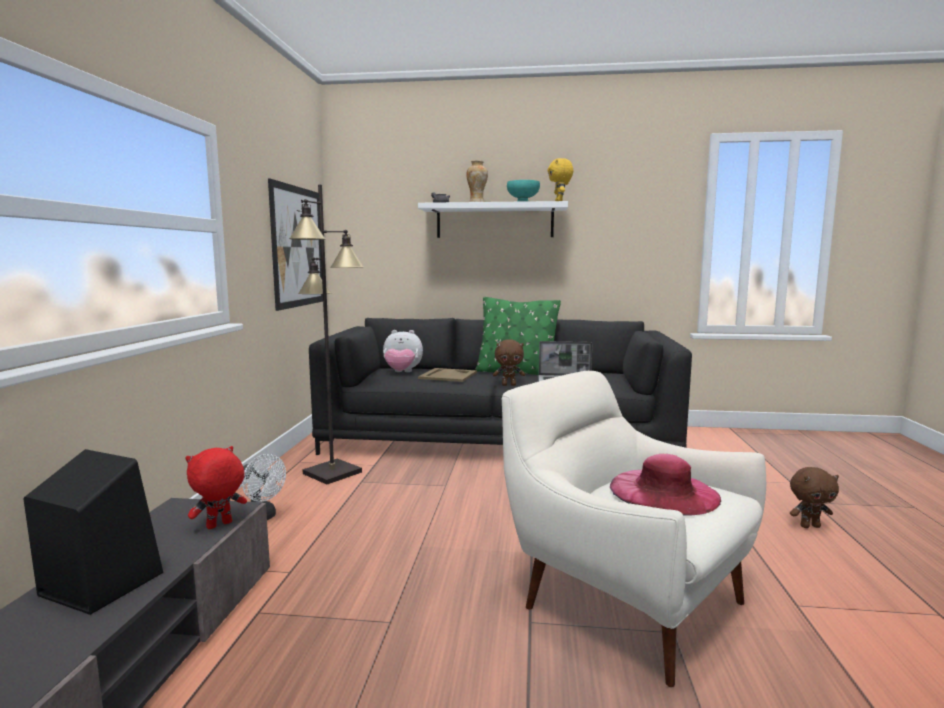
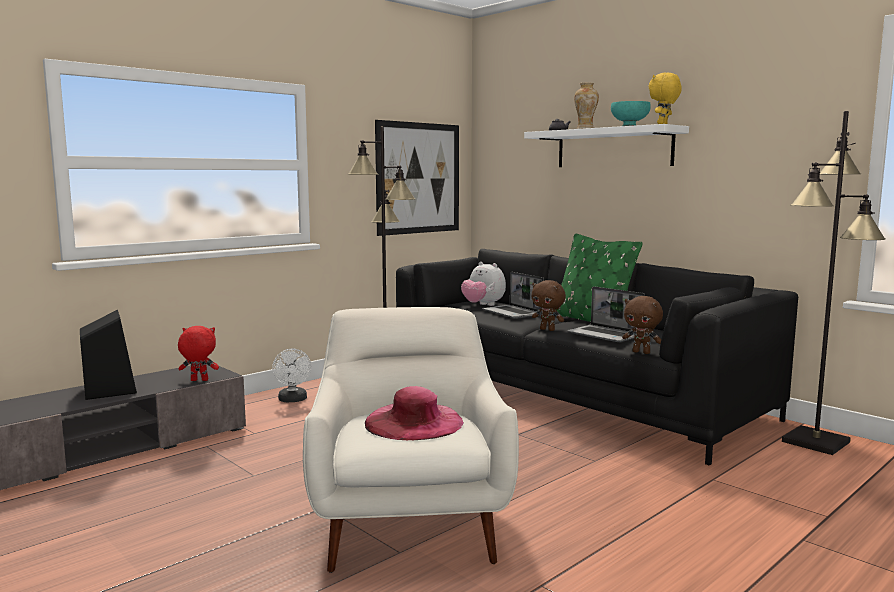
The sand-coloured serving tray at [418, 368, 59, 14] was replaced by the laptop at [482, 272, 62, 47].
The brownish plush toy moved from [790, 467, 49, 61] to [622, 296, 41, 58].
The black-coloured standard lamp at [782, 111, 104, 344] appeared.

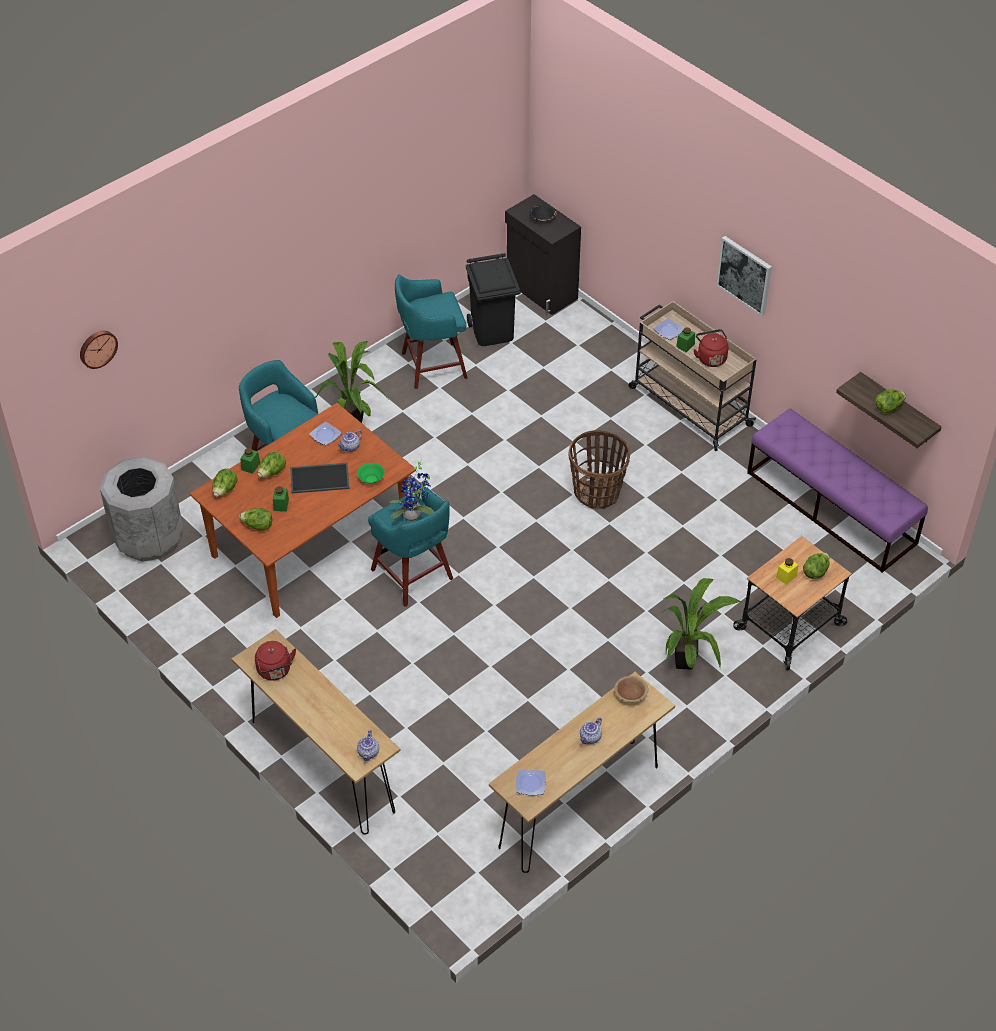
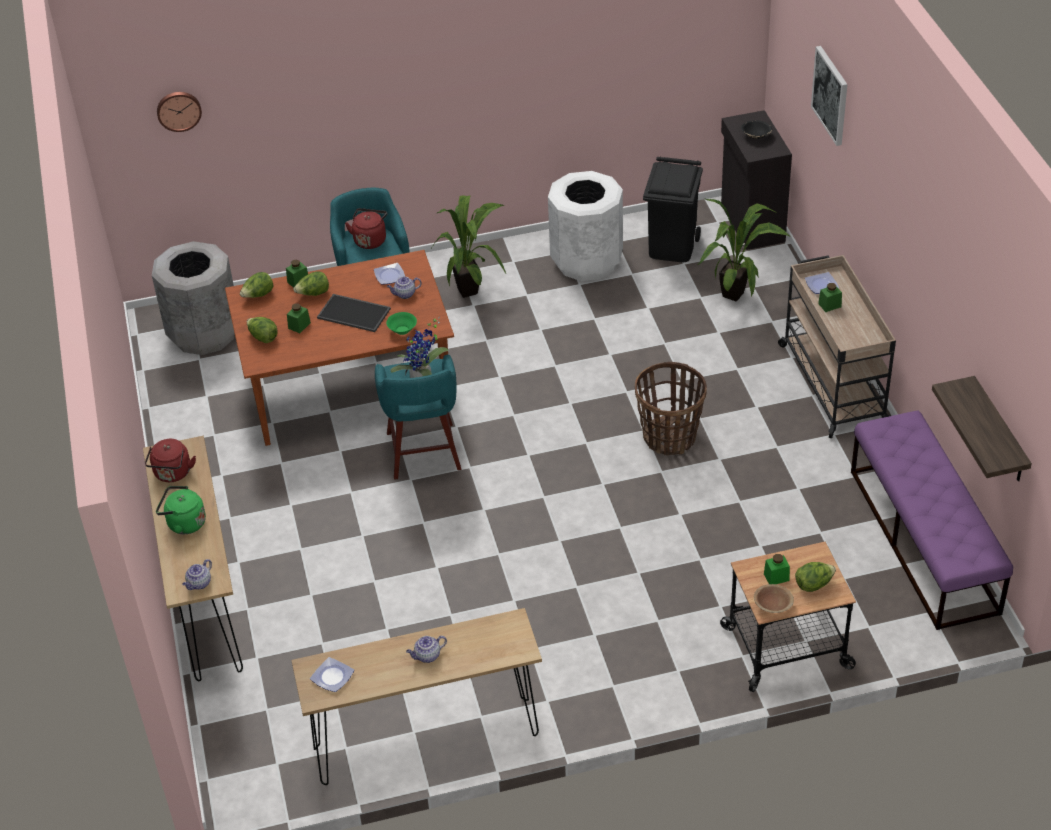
The greenish tea kettle at [156, 486, 50, 48] appeared.
The red-coloured tea kettle moved from [694, 329, 34, 38] to [345, 208, 43, 41].
The turquoise-coloured stool seat at [395, 275, 72, 114] was replaced by the white-coloured waste bin at [548, 171, 75, 110].
The plant in a pot moved from [661, 578, 80, 92] to [698, 199, 91, 102].
The brownish bowl moved from [614, 676, 35, 26] to [754, 584, 40, 29].
The yellowish storage jar at [776, 558, 22, 27] became the greenish storage jar at [764, 554, 26, 30].
The wall art moved from [716, 236, 56, 80] to [811, 46, 36, 100].
The lettuce at [875, 390, 31, 23] disappeared.

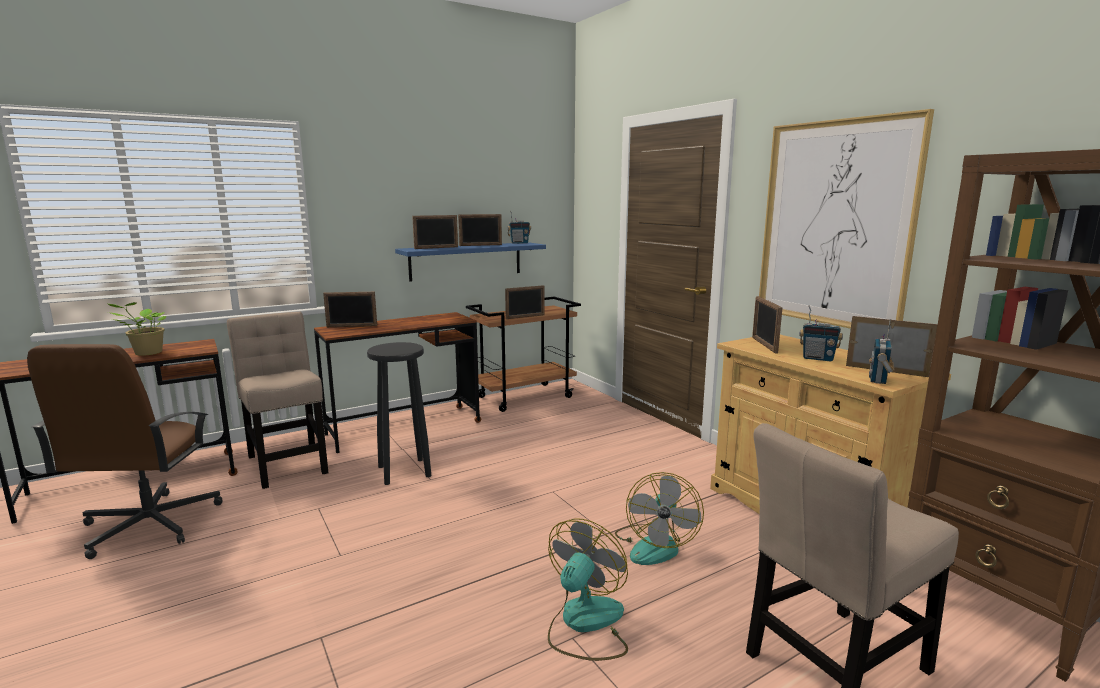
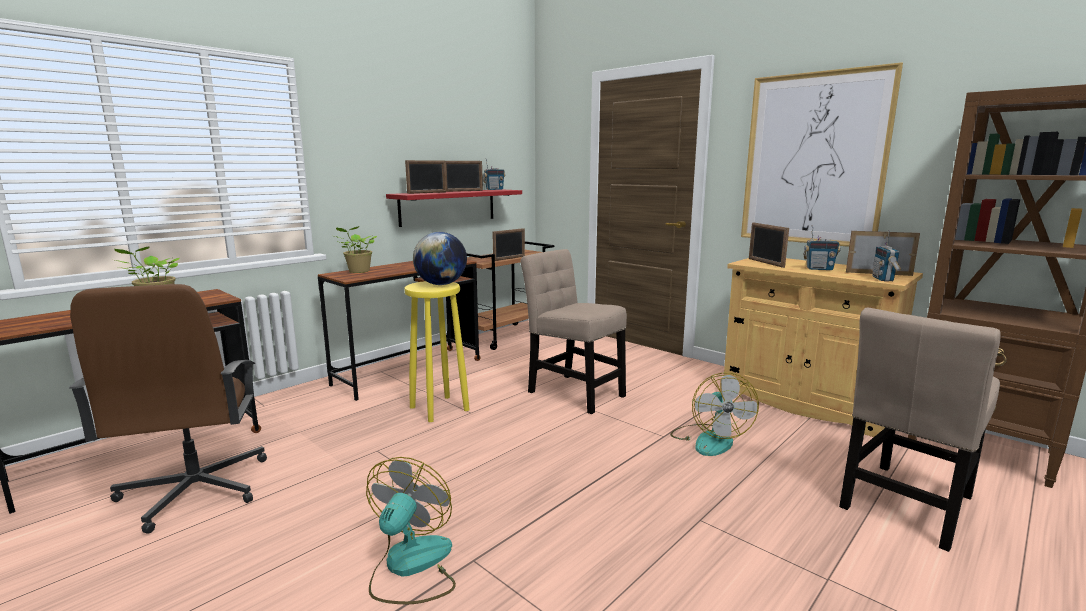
The picture frame at [323, 292, 54, 36] was replaced by the plant in a pot at [335, 226, 42, 47].
The electric fan moved from [548, 518, 80, 143] to [366, 457, 90, 147].
The bluish bracket shelf at [395, 242, 151, 40] became the red-coloured bracket shelf at [386, 189, 136, 38].
The black-coloured stool seat at [367, 342, 64, 143] became the yellowish stool seat at [404, 281, 66, 141].
The desk globe at [413, 232, 54, 53] appeared.
The sand-coloured upright chair moved from [227, 312, 101, 177] to [520, 249, 107, 165].

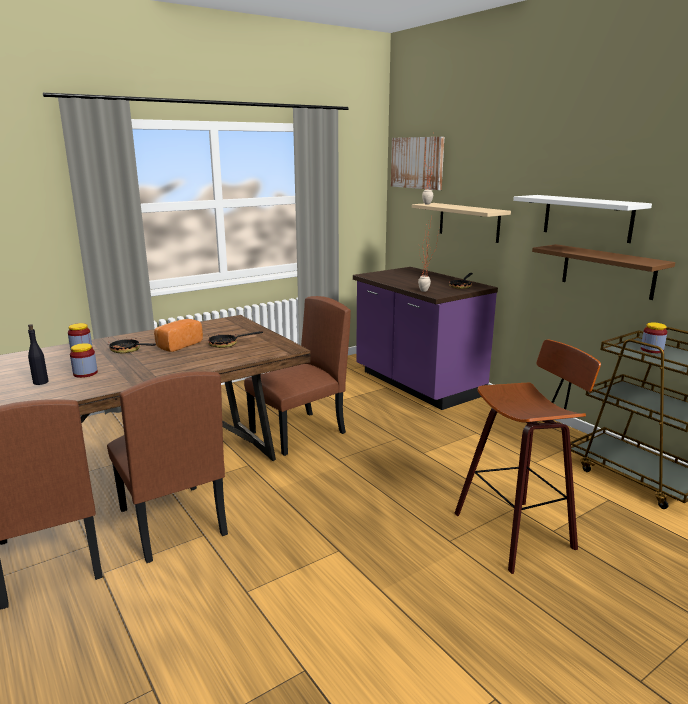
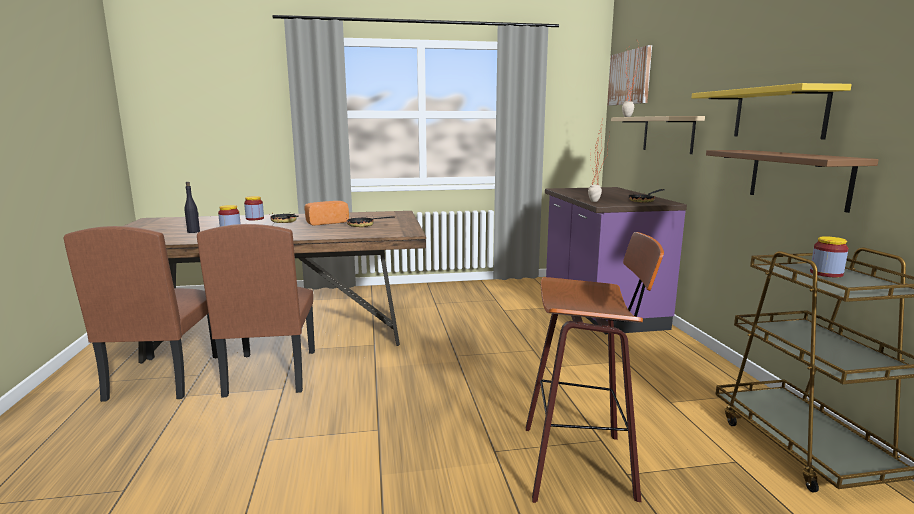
The white-coloured bracket shelf at [513, 195, 139, 48] became the yellowish bracket shelf at [692, 83, 160, 56].
The brownish upright chair at [244, 296, 107, 160] disappeared.

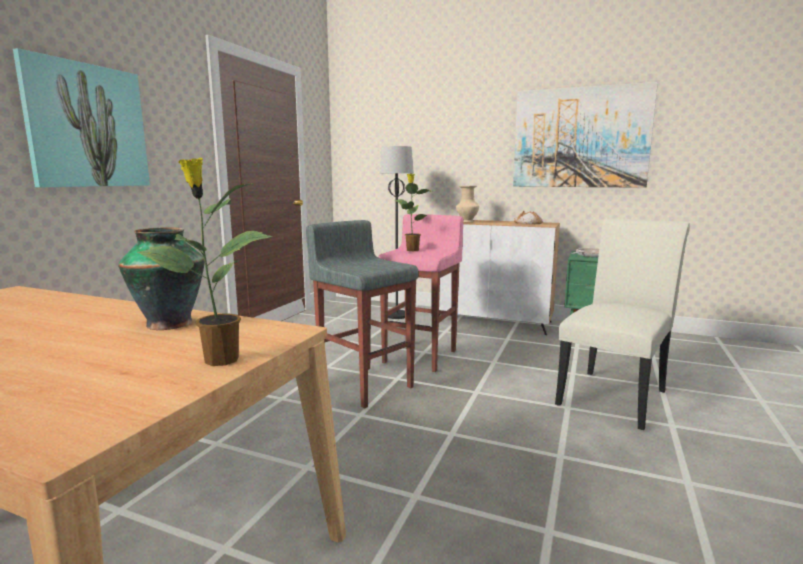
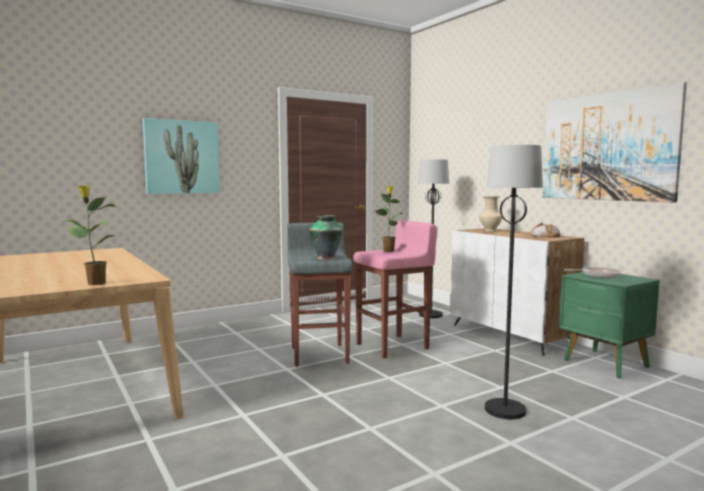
The decorative vase moved from [118, 227, 87, 103] to [309, 215, 34, 45].
The white-coloured upright chair at [555, 218, 135, 212] was replaced by the black-coloured standard lamp at [485, 145, 58, 274].

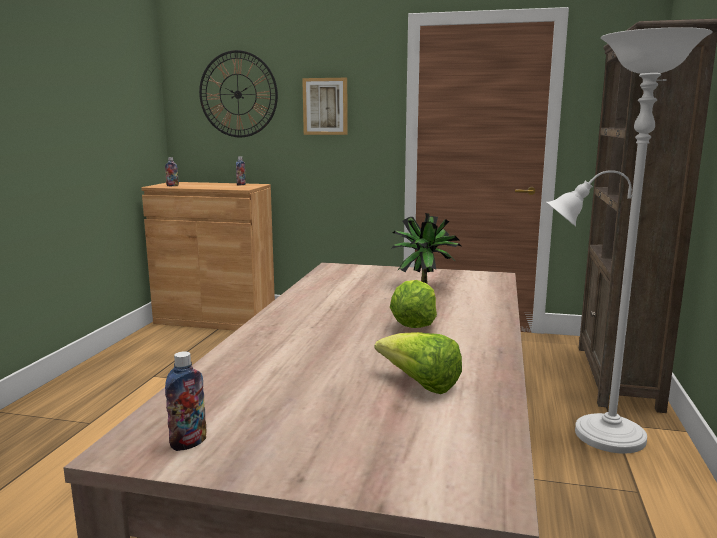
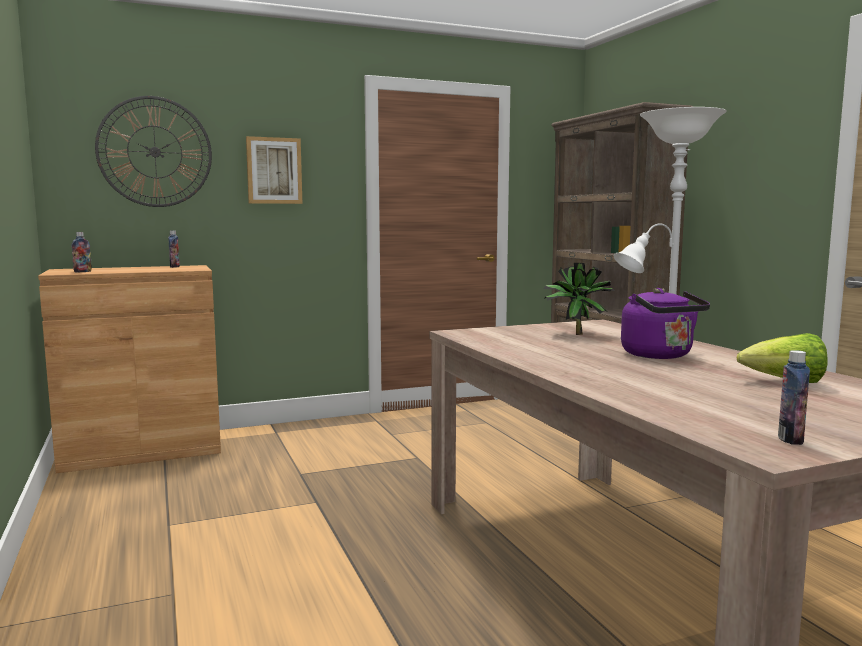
The lettuce at [390, 280, 47, 48] was replaced by the purple tea kettle at [621, 288, 89, 71].

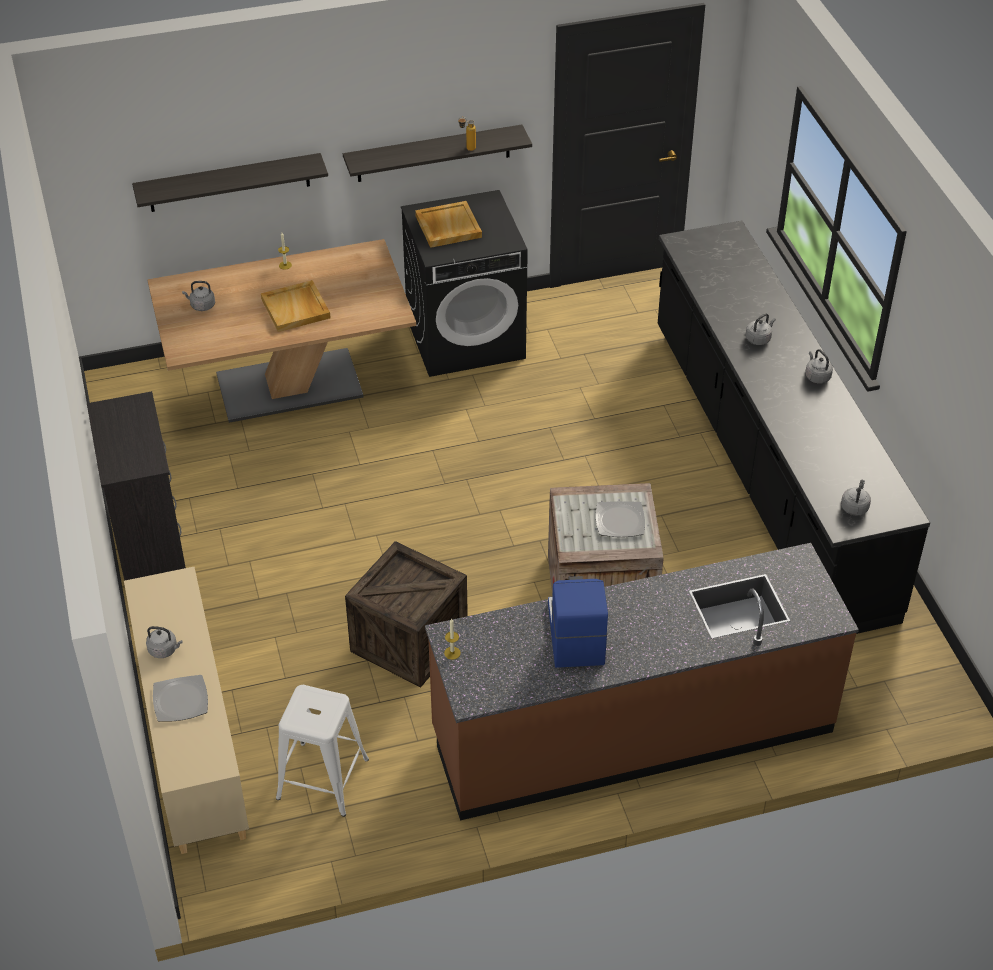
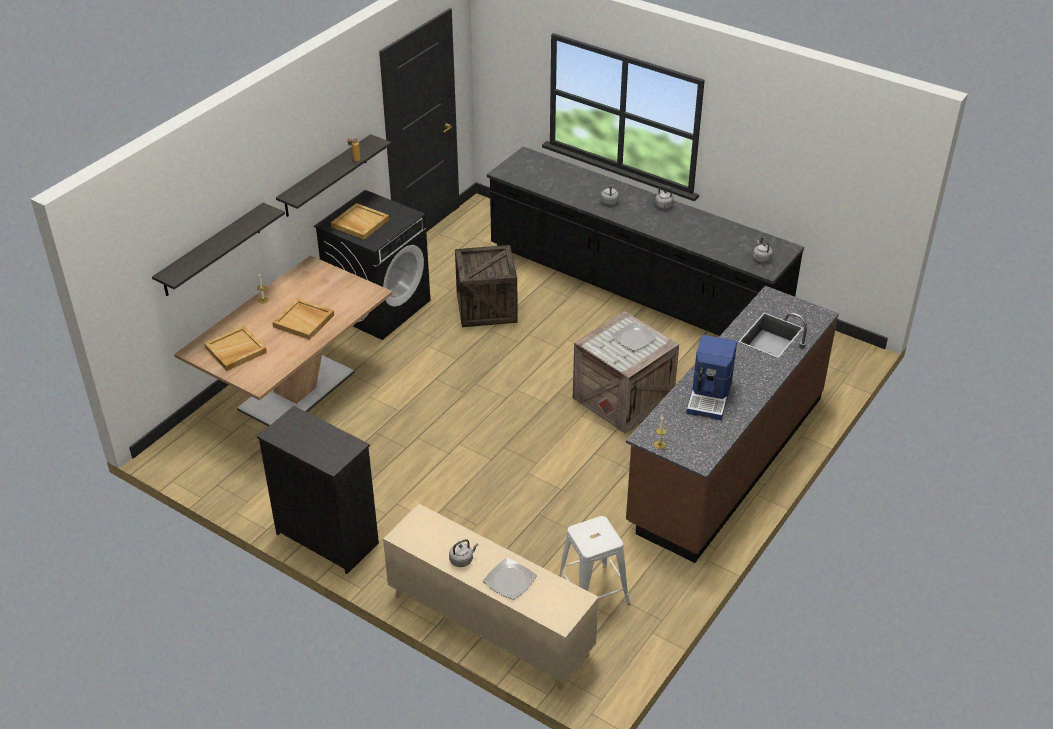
The gray tea kettle at [182, 281, 33, 30] was replaced by the sand-coloured serving tray at [204, 326, 63, 45].
The shipping crate moved from [345, 541, 123, 147] to [455, 245, 63, 82].
The coffee machine at [548, 576, 60, 92] turned 120 degrees counterclockwise.

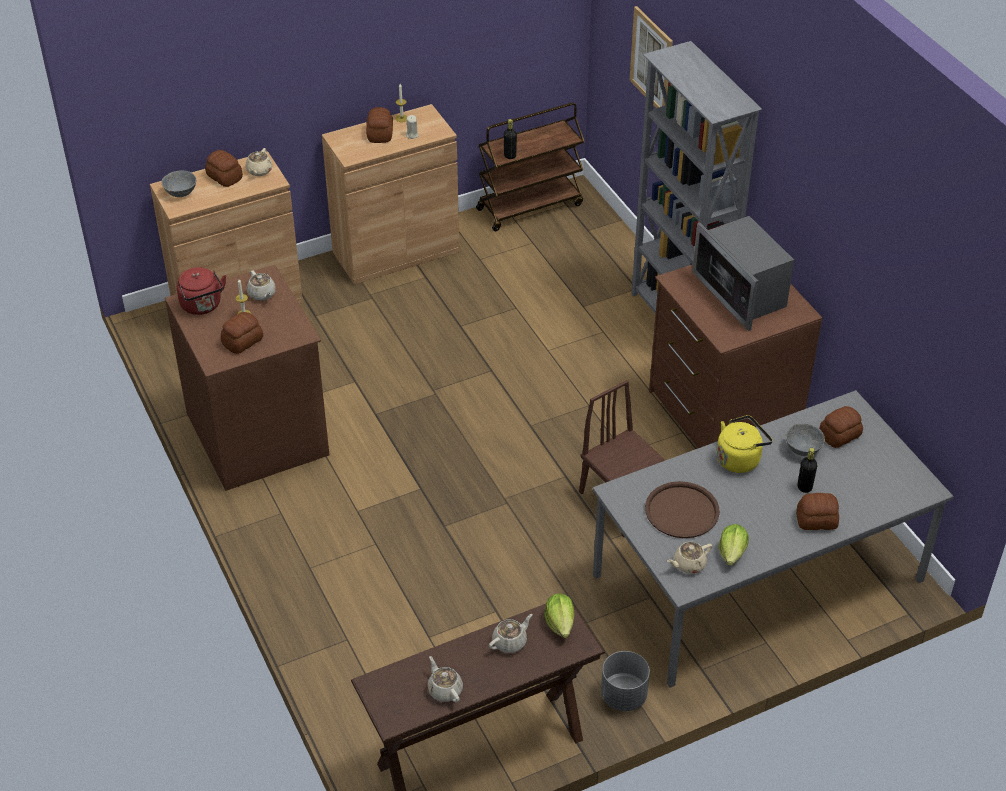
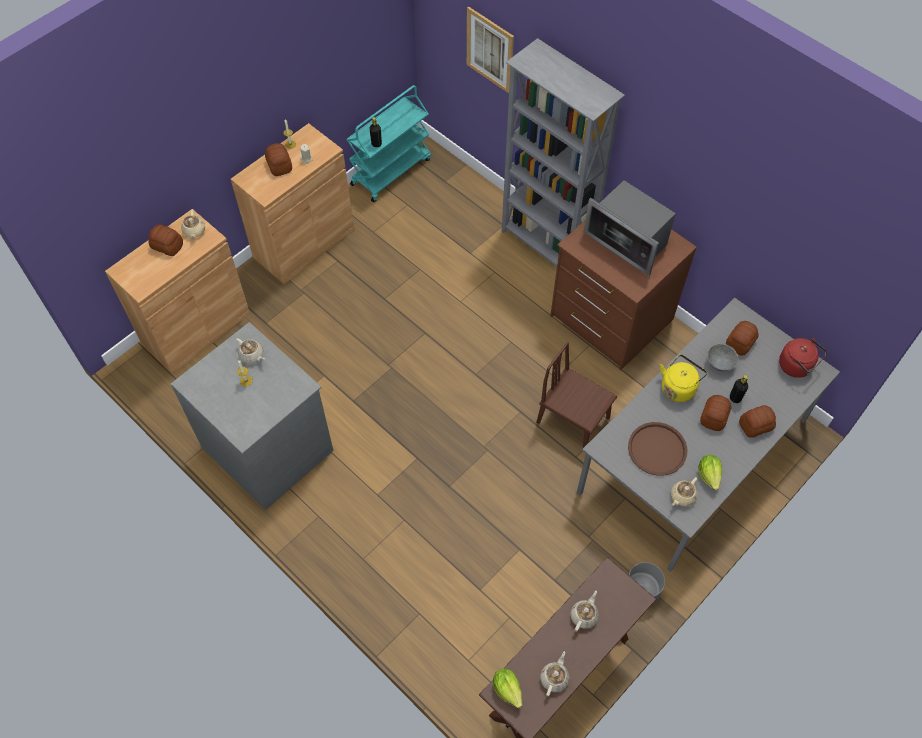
The brownish chest of drawers at [165, 265, 164, 226] became the gray chest of drawers at [171, 322, 162, 188].
The brownish trolley at [476, 102, 109, 129] became the turquoise-coloured trolley at [346, 85, 85, 117].
The lettuce moved from [545, 594, 30, 44] to [493, 669, 29, 40].
The sand-coloured pot for tea at [427, 656, 36, 46] turned 75 degrees clockwise.
The baked bread moved from [221, 312, 42, 42] to [700, 395, 31, 36].
The red-coloured tea kettle moved from [177, 267, 49, 48] to [779, 338, 48, 40].
The gray bowl at [161, 171, 35, 26] disappeared.

